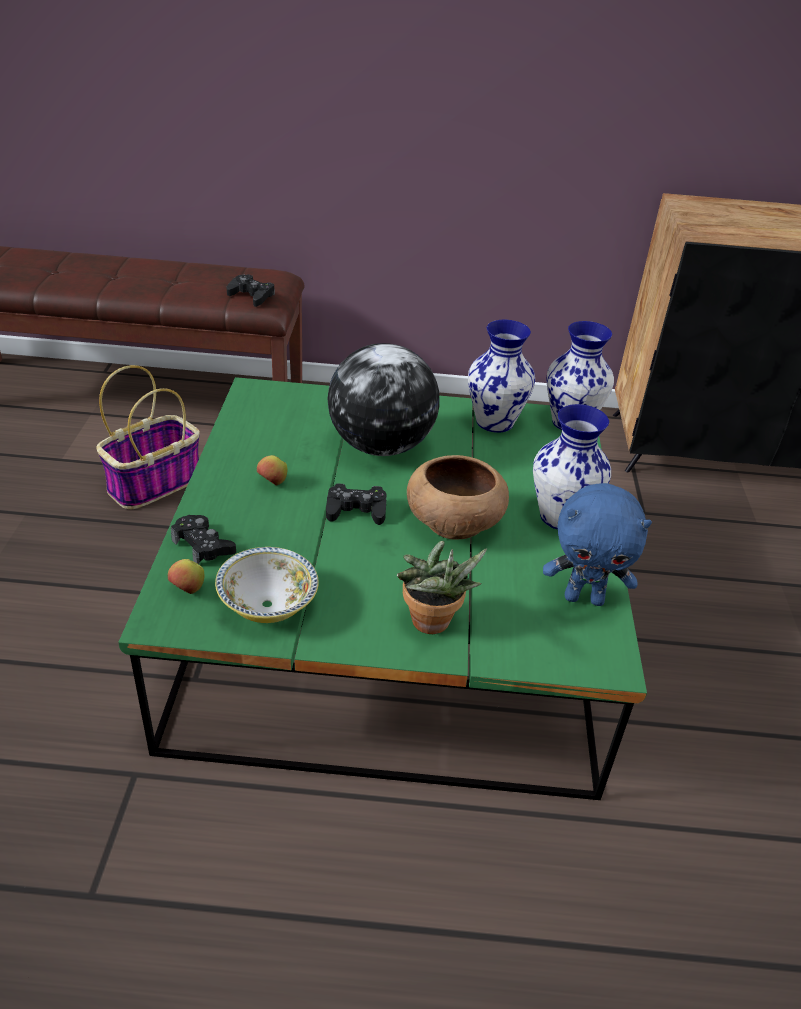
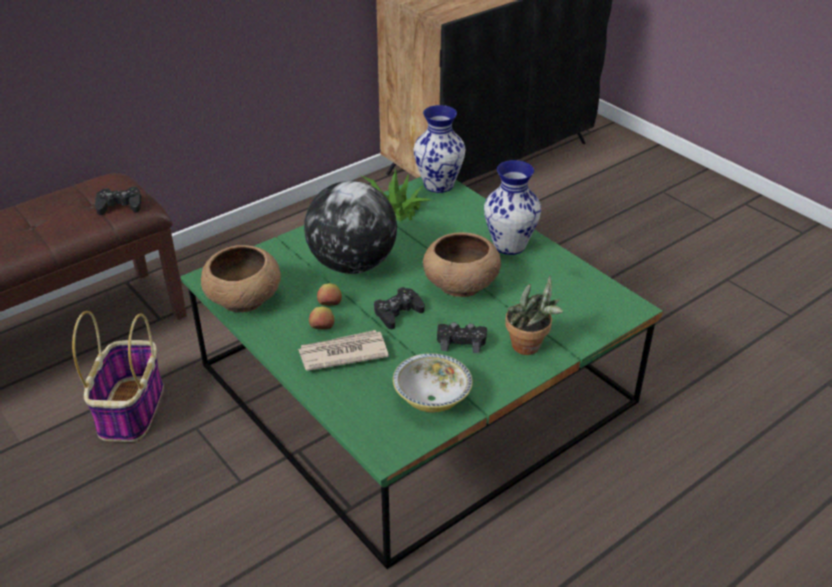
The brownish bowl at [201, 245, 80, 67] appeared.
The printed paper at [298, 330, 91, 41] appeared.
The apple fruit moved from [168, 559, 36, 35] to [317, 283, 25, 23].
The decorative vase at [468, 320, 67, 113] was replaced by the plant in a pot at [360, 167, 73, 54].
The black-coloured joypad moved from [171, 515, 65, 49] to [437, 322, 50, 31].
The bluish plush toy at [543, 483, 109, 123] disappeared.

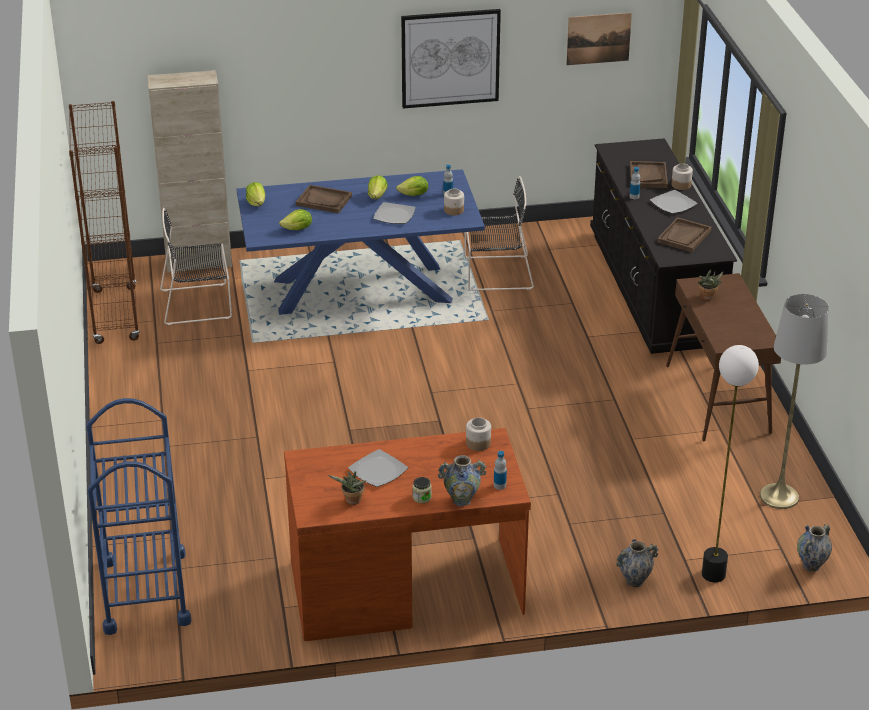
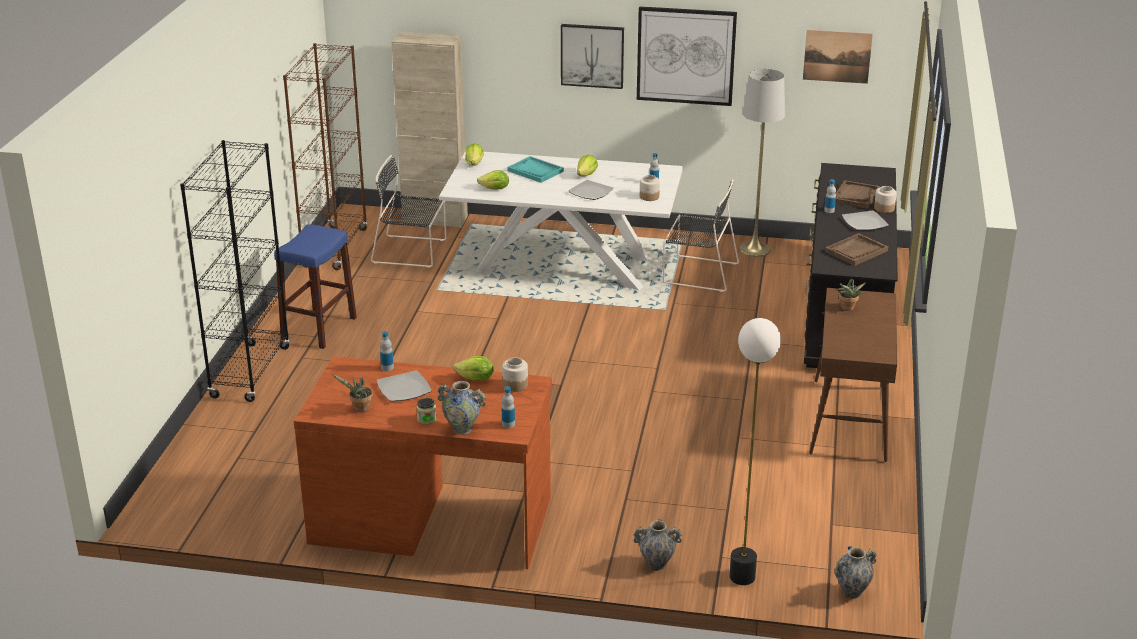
The black-coloured bookshelf at [180, 140, 110, 262] appeared.
The bluish stool seat at [274, 224, 83, 125] appeared.
The bottle at [380, 331, 14, 40] appeared.
The bluish dining table at [237, 169, 248, 146] became the white-coloured dining table at [439, 151, 244, 139].
The lettuce moved from [396, 176, 32, 20] to [453, 356, 41, 25].
The brownish serving tray at [296, 185, 56, 28] became the turquoise-coloured serving tray at [507, 156, 57, 27].
The wall art at [561, 24, 63, 65] appeared.
The gray standard lamp moved from [760, 294, 69, 215] to [739, 69, 46, 188].
The bluish trolley at [86, 398, 105, 237] disappeared.

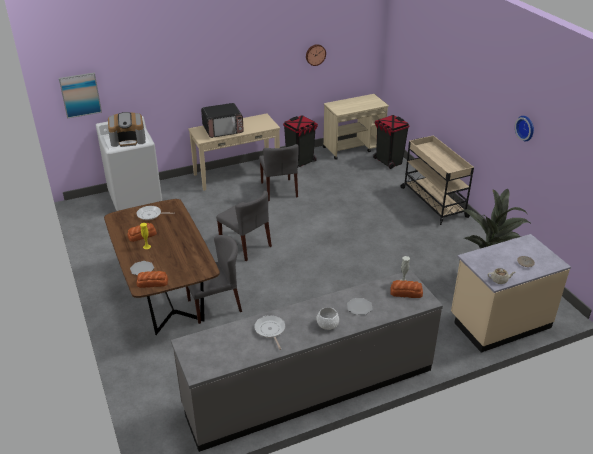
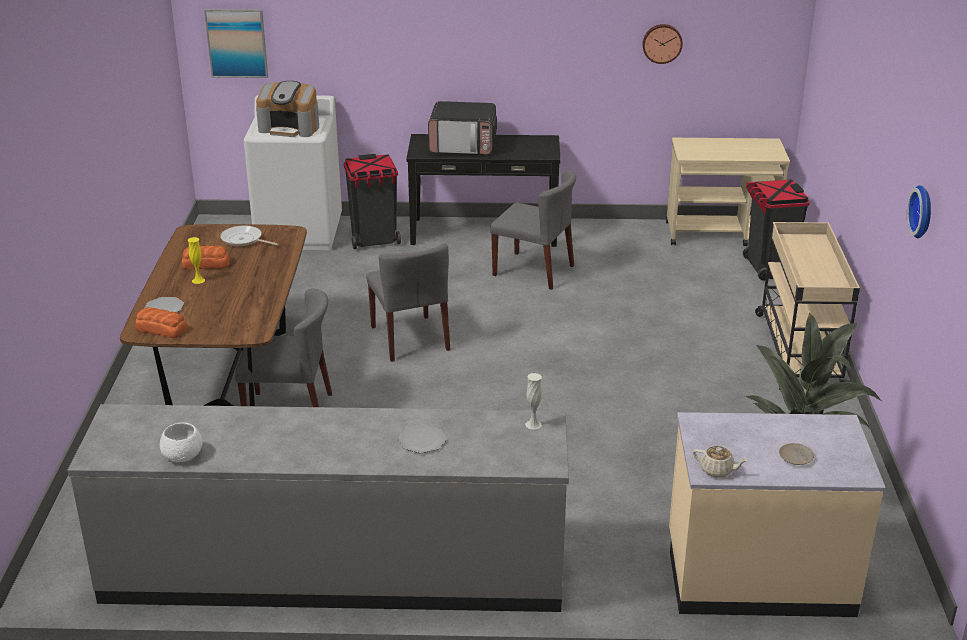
The white-coloured bowl moved from [317, 307, 22, 23] to [160, 423, 43, 39].
The black-coloured waste bin moved from [283, 115, 35, 52] to [344, 154, 57, 95].
The sand-coloured hall table at [188, 114, 92, 77] became the black-coloured hall table at [406, 134, 155, 113].
The gray upright chair at [259, 144, 40, 57] turned 75 degrees counterclockwise.
The skillet at [254, 315, 31, 35] disappeared.
The baked bread at [390, 280, 33, 18] disappeared.

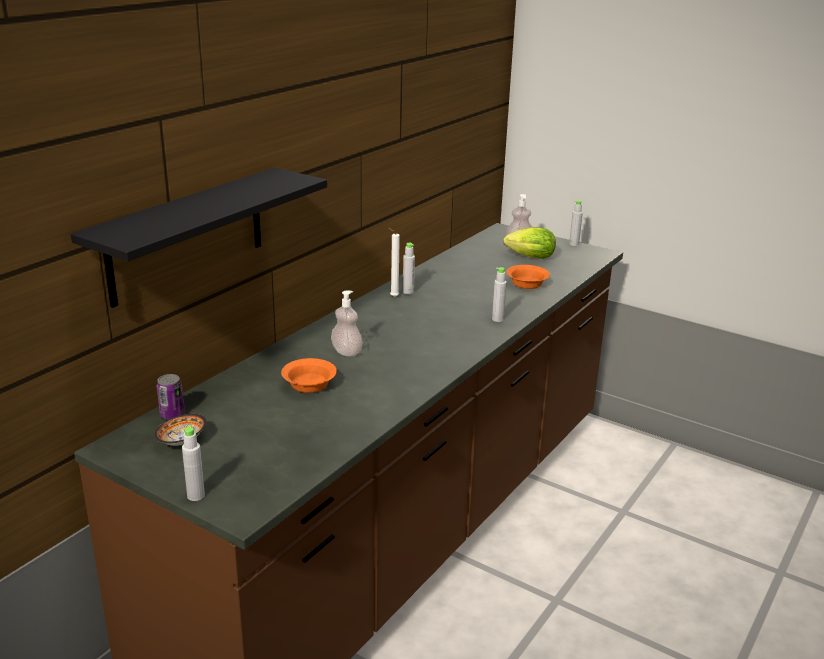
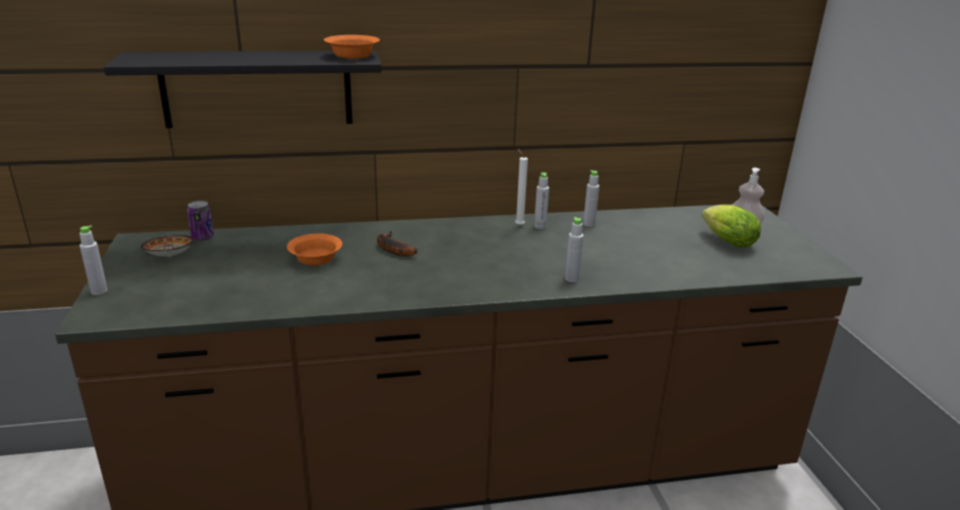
The orange-coloured bowl moved from [506, 265, 44, 24] to [324, 35, 56, 24].
The soap dispenser at [331, 291, 32, 66] was replaced by the banana at [377, 231, 40, 25].
The gray bottle moved from [569, 200, 14, 46] to [583, 170, 16, 57].

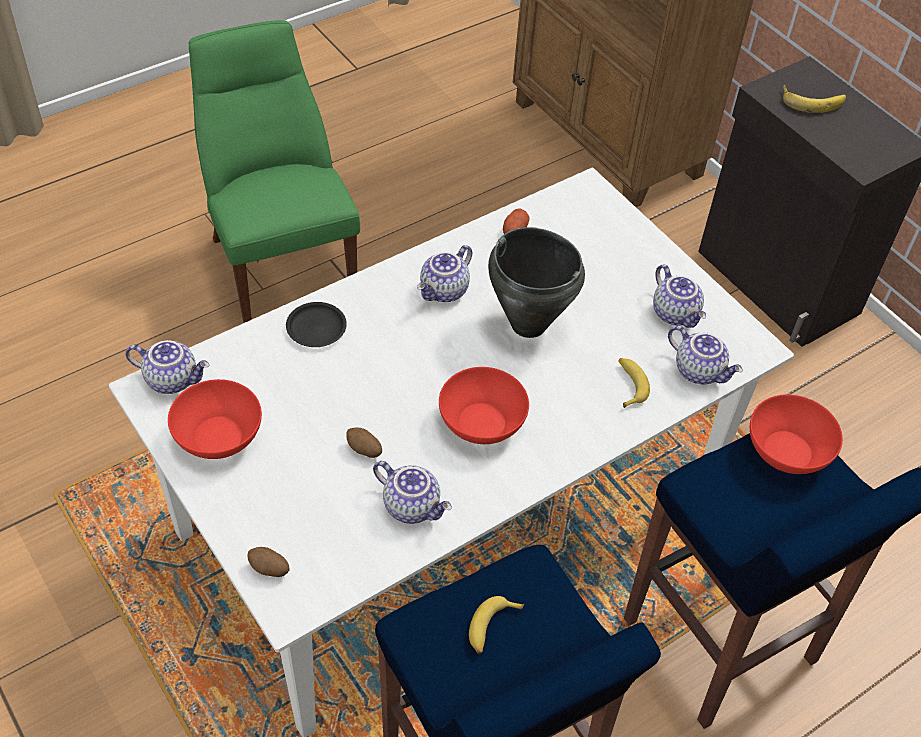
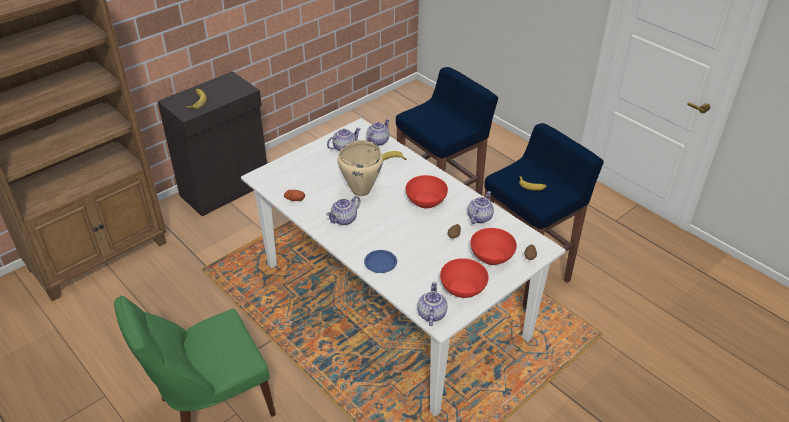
The pot for tea at [417, 245, 55, 57] turned 105 degrees clockwise.
The black-coloured cooking pot at [488, 227, 97, 111] became the sand-coloured cooking pot at [337, 140, 46, 56].
The black-coloured flat dish at [286, 302, 61, 45] became the bluish flat dish at [364, 250, 33, 23].
The red-coloured bowl moved from [750, 394, 93, 80] to [470, 228, 47, 37].

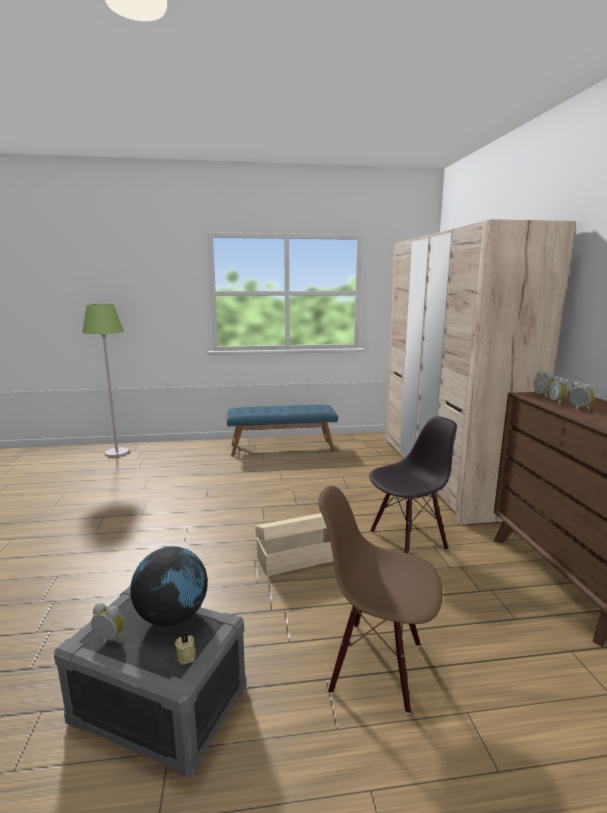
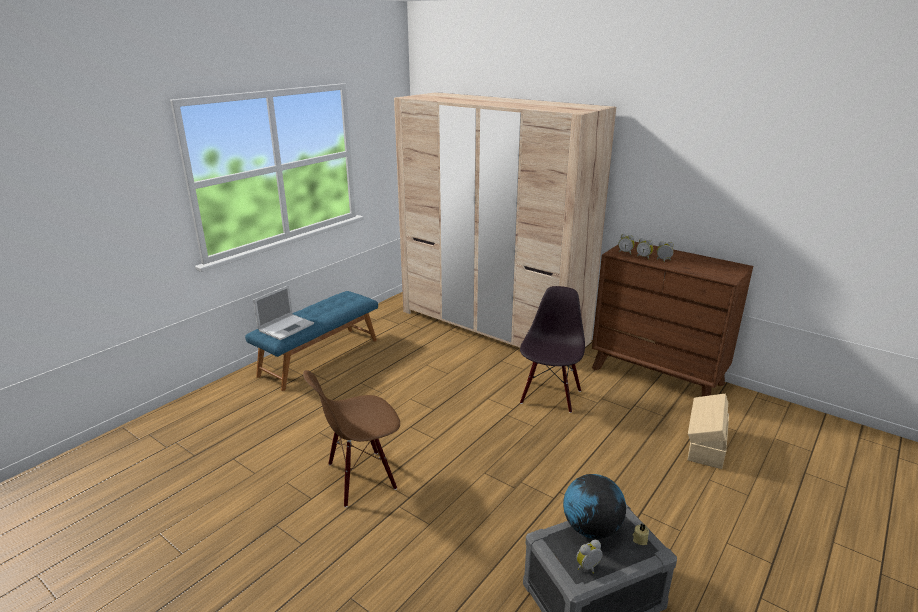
The laptop at [253, 285, 61, 55] appeared.
The brownish upright chair moved from [318, 485, 125, 229] to [303, 370, 97, 138].
The sand-coloured storage bin moved from [255, 513, 79, 63] to [688, 394, 41, 75].
The greenish standard lamp at [82, 304, 47, 153] disappeared.

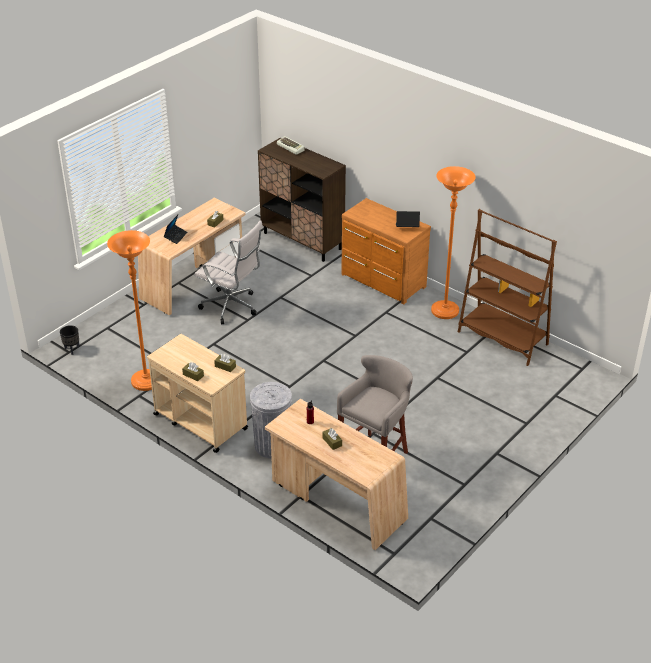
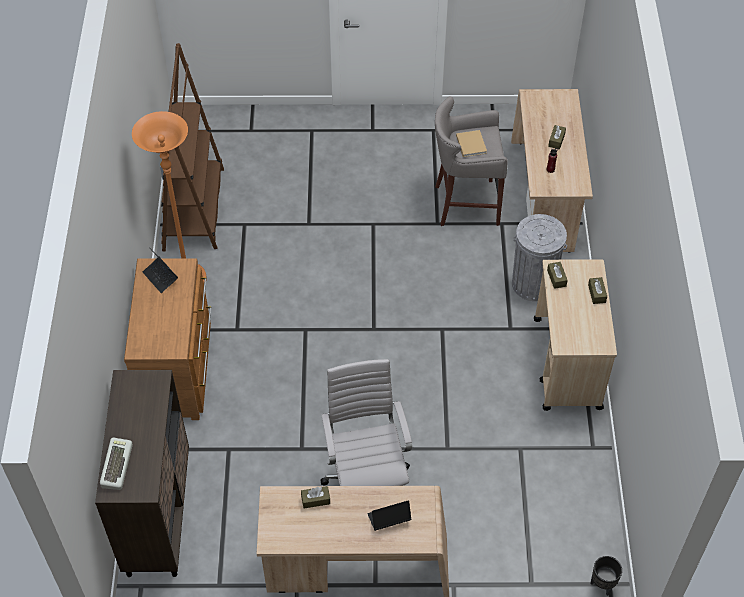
The sand-coloured volume at [456, 130, 31, 27] appeared.
The orange-coloured standard lamp at [107, 230, 45, 161] disappeared.

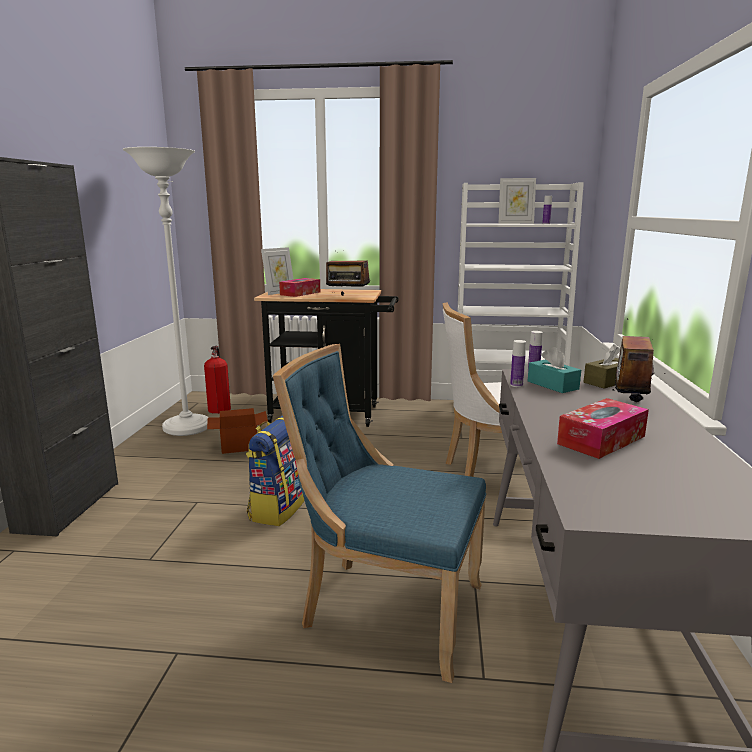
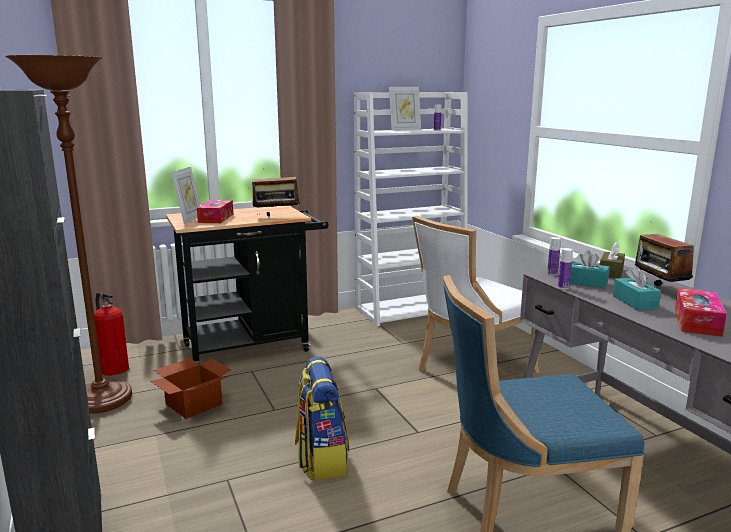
The white-coloured standard lamp at [123, 147, 85, 289] became the brownish standard lamp at [5, 55, 127, 359].
The turquoise-coloured tissue box at [613, 267, 48, 43] appeared.

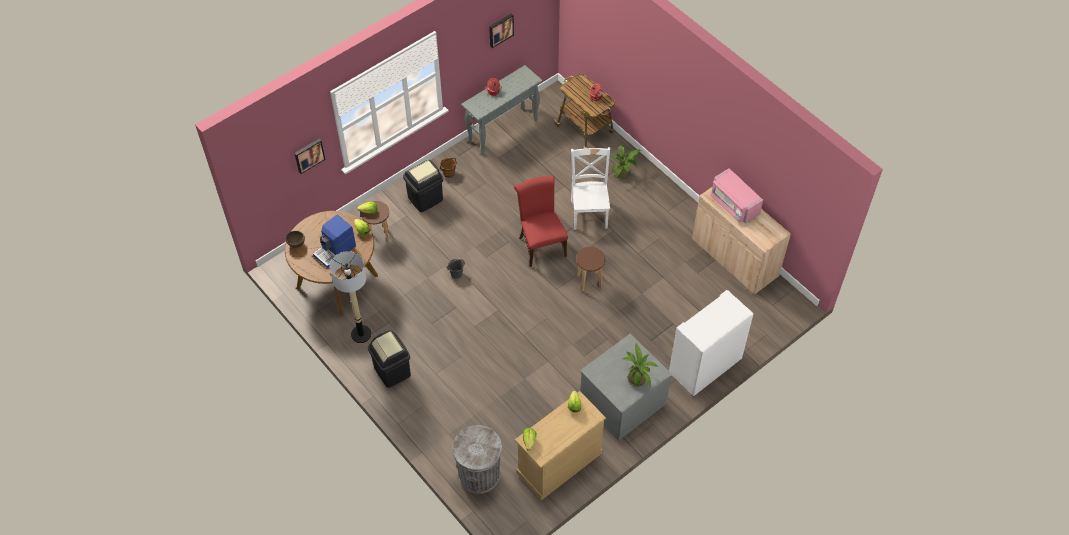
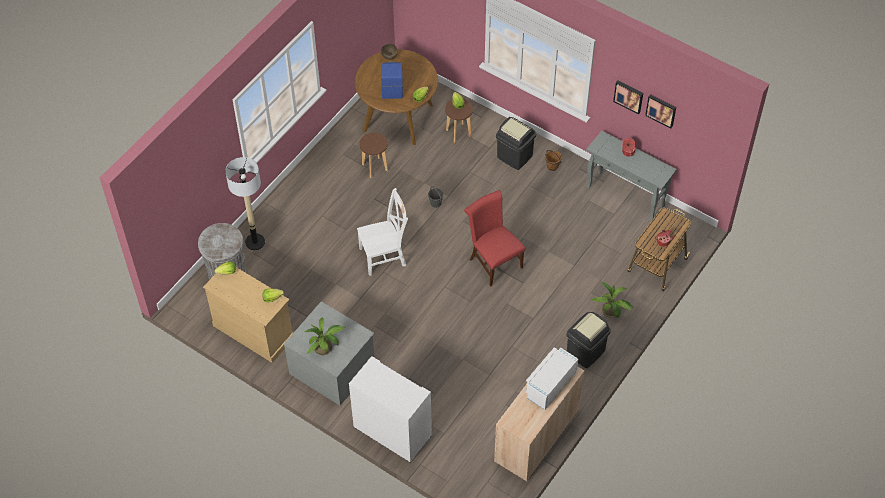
The standard lamp moved from [329, 251, 42, 92] to [225, 157, 40, 93].
The white-coloured upright chair moved from [571, 147, 39, 83] to [357, 188, 51, 88].
The brownish stool seat moved from [576, 247, 29, 45] to [359, 132, 29, 46].
The coffee machine at [313, 215, 43, 53] turned 60 degrees clockwise.
The red-coloured upright chair at [514, 175, 54, 92] turned 90 degrees counterclockwise.
The pinkish kitchen microwave at [711, 168, 52, 55] became the white-coloured kitchen microwave at [525, 347, 53, 63].
The black-coloured waste bin moved from [368, 330, 43, 58] to [566, 312, 45, 56].
The wall art moved from [294, 139, 31, 35] to [613, 81, 30, 34].

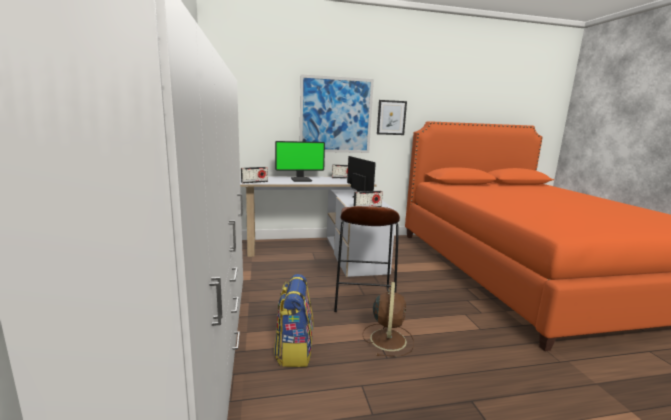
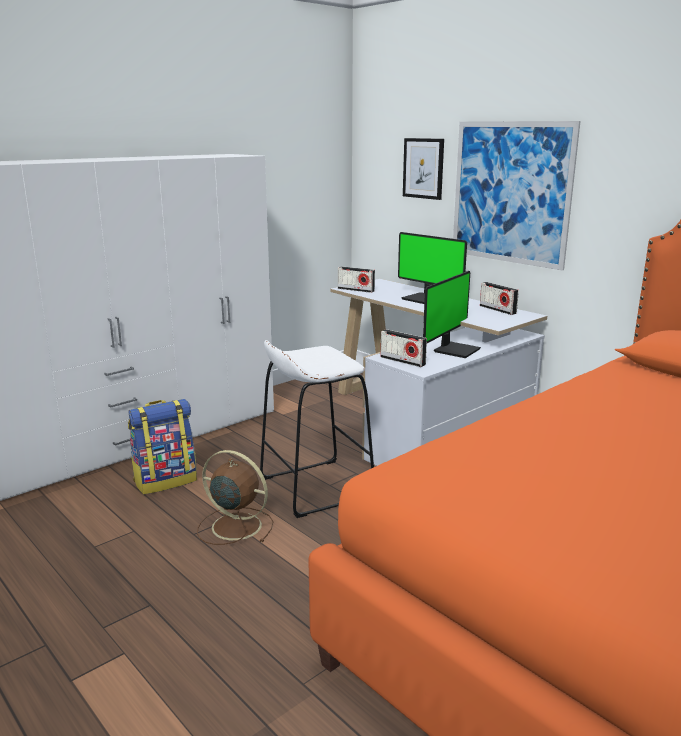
The brownish electric fan at [362, 282, 52, 74] turned 135 degrees counterclockwise.
The brownish stool seat at [334, 206, 66, 106] became the white-coloured stool seat at [260, 340, 114, 178].
The wall art moved from [377, 100, 30, 35] to [403, 138, 41, 62].

